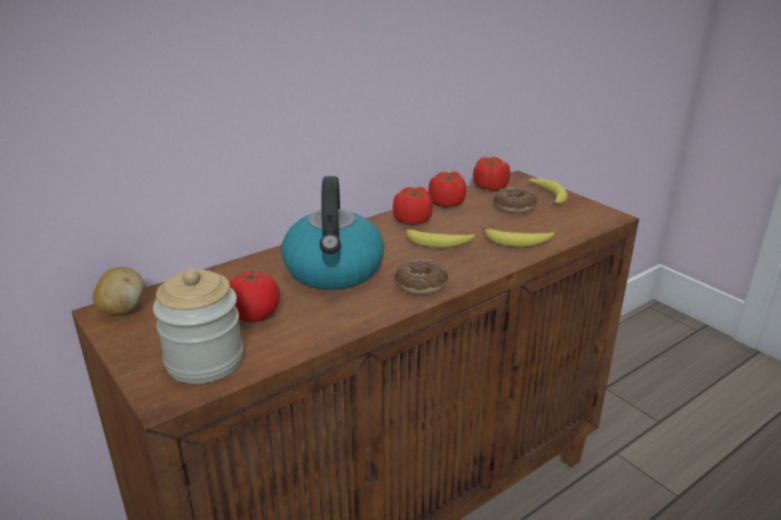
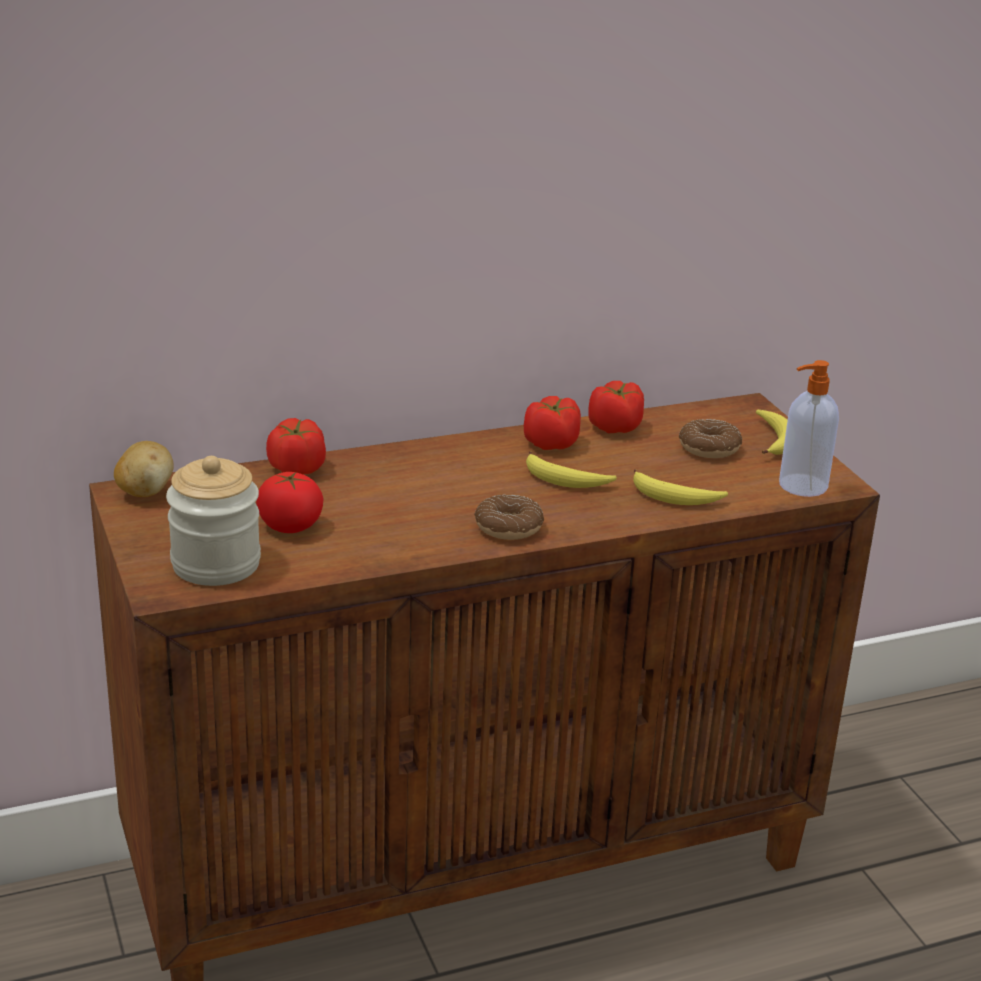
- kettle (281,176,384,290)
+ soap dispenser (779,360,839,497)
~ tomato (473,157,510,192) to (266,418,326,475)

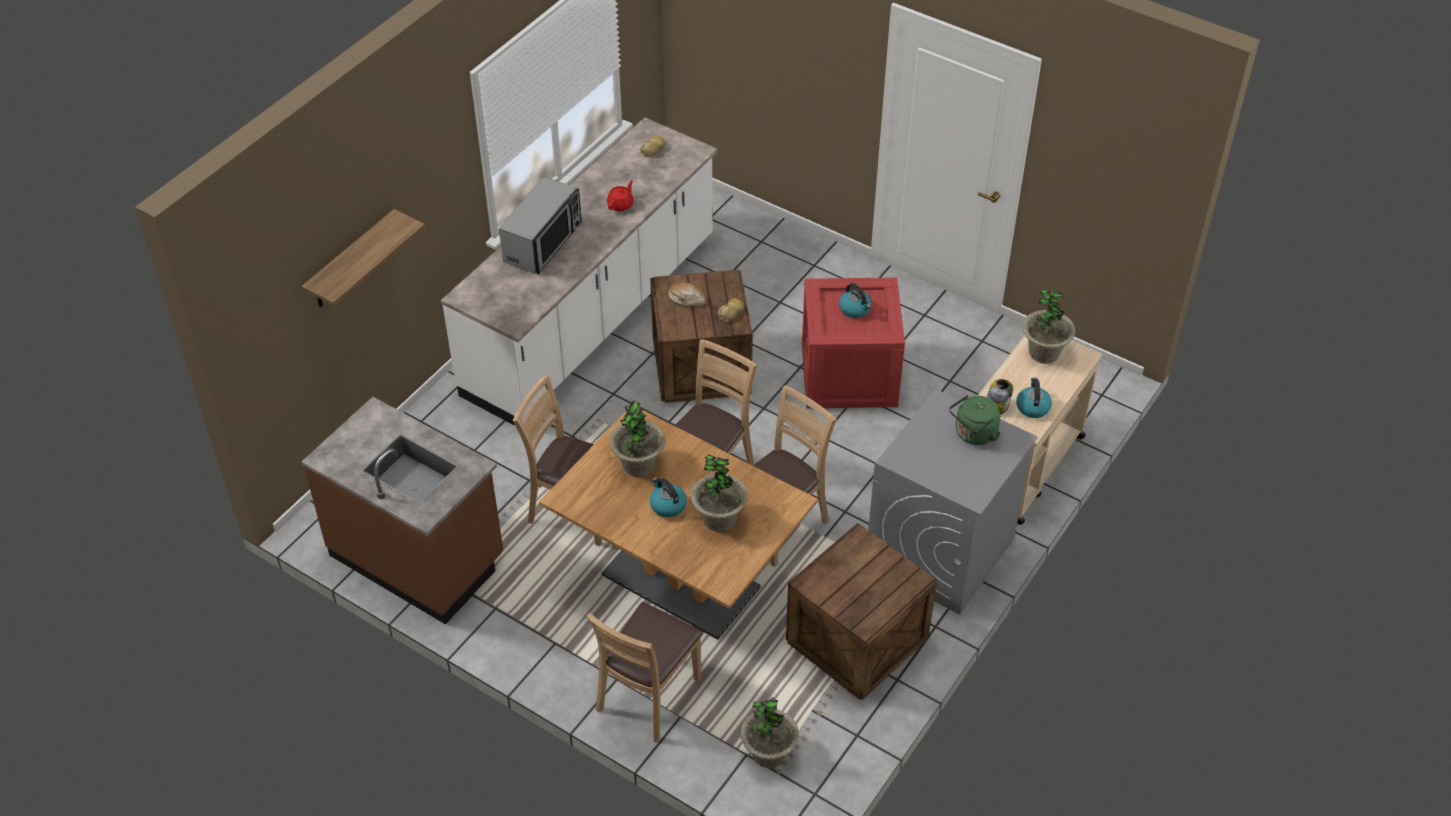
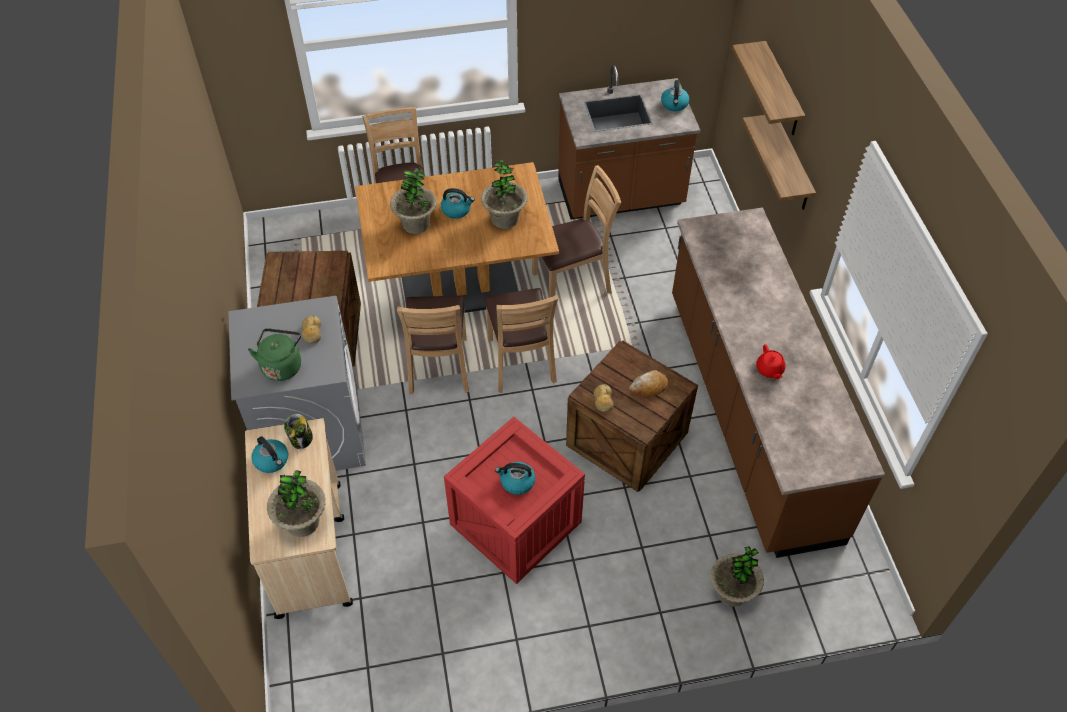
- microwave (499,177,582,274)
+ kettle (661,80,689,111)
+ shelf (742,115,816,210)
~ bread (640,135,665,157) to (302,315,321,344)
~ potted plant (741,697,799,768) to (710,546,764,607)
~ counter in white (441,117,718,426) to counter in brown (672,208,885,558)

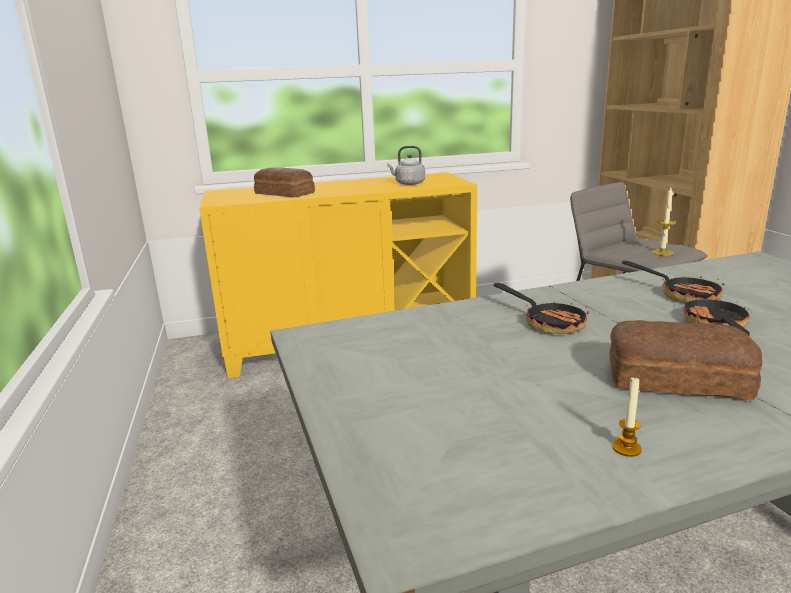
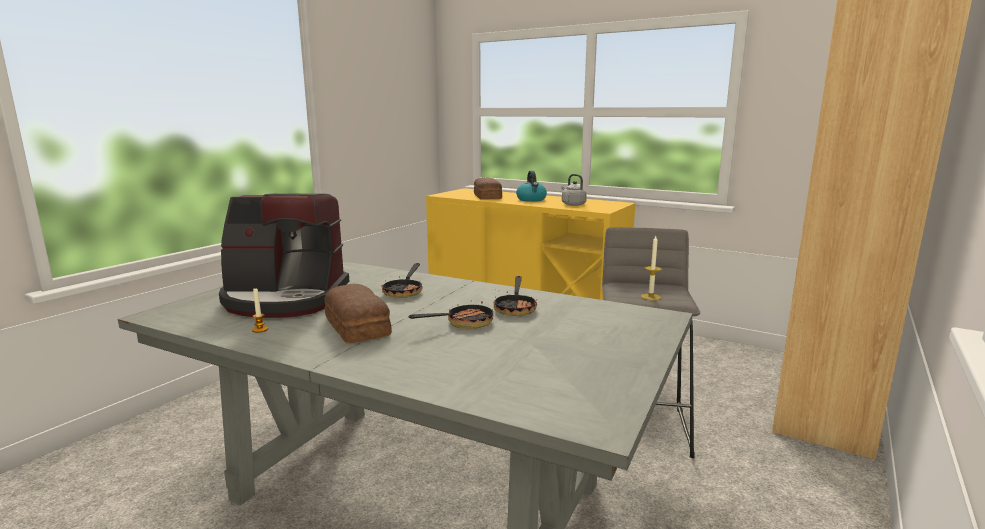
+ coffee machine (219,193,349,318)
+ kettle (516,171,547,202)

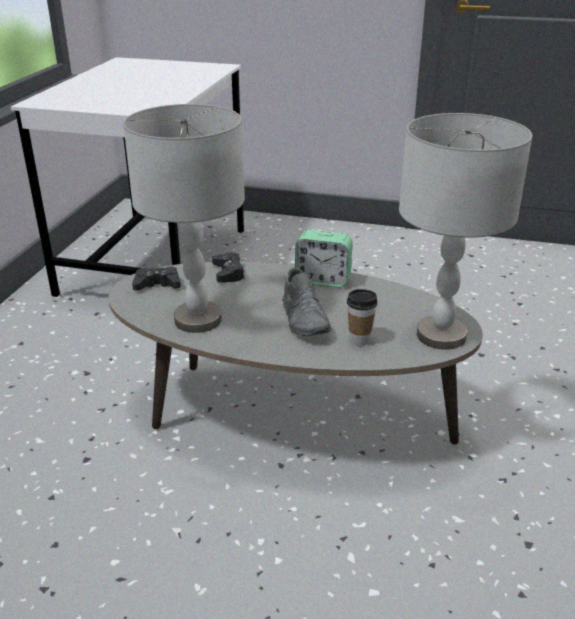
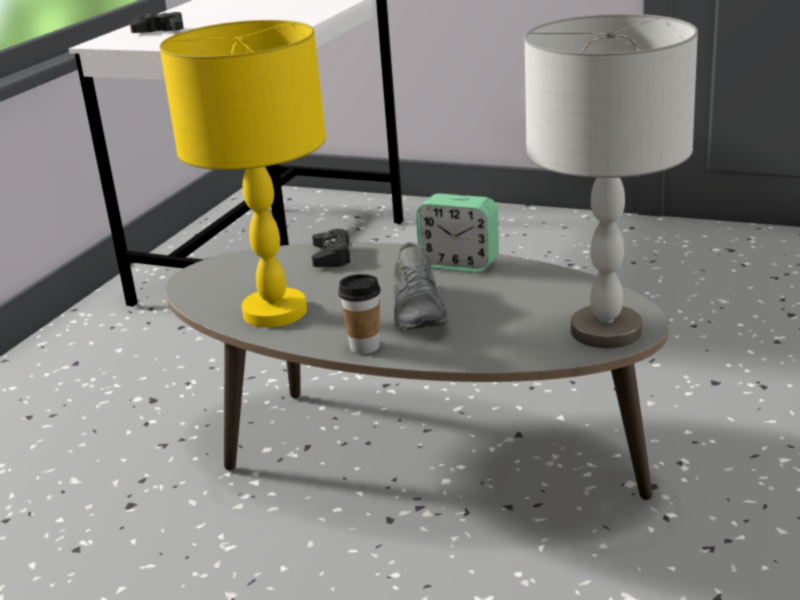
~ game controller in black (132,266,181,291) to (130,12,184,33)
~ cup (347,289,378,346) to (338,274,381,354)
~ table lamp in grey (123,104,245,333) to table lamp in yellow (159,20,326,327)

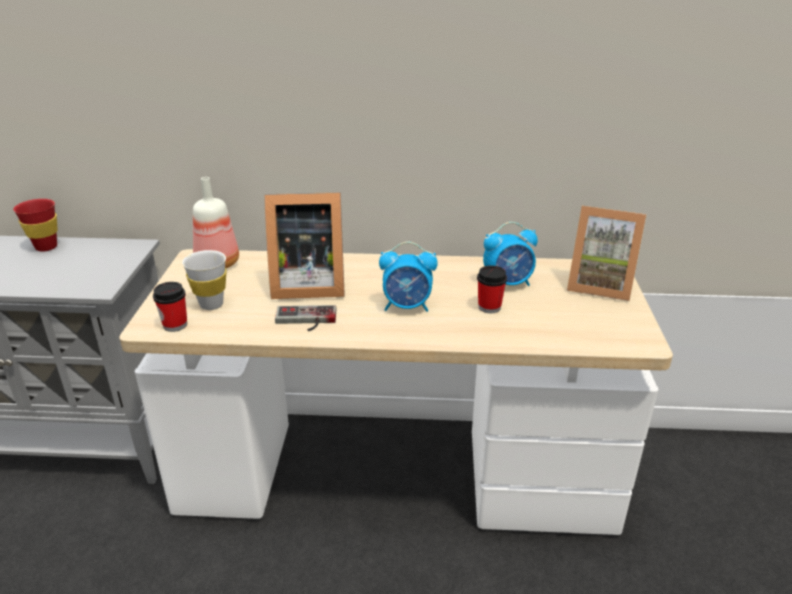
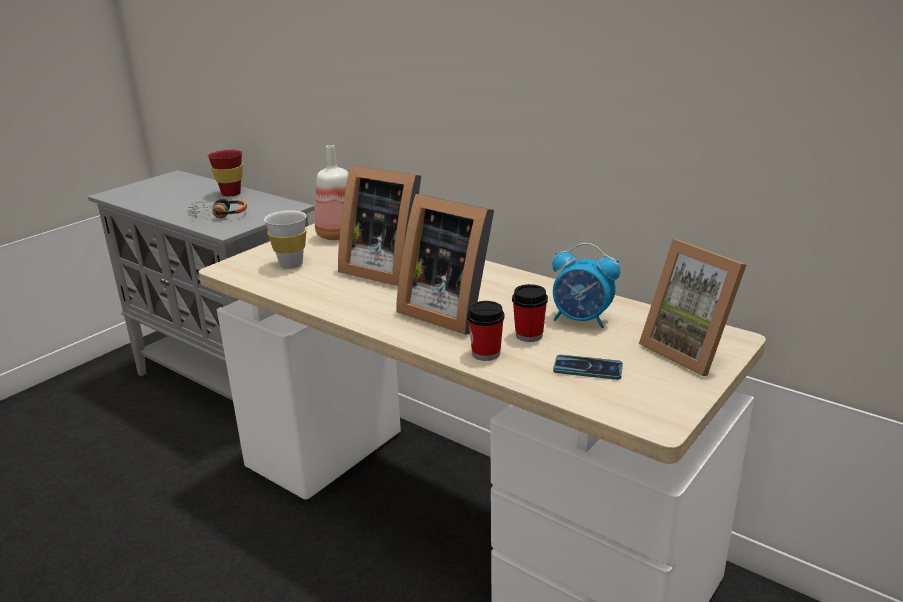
- game controller (275,305,337,331)
+ headphones (188,198,247,218)
+ phone (553,355,623,380)
~ cup (153,282,187,332) to (467,301,505,361)
~ alarm clock (379,242,438,312) to picture frame (396,194,494,335)

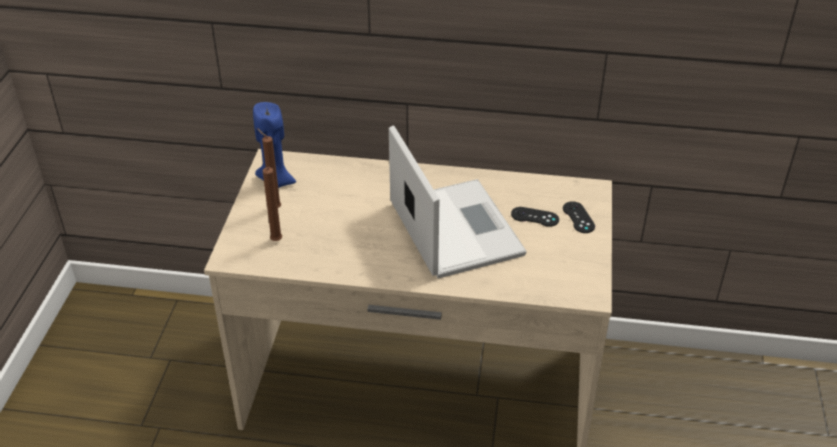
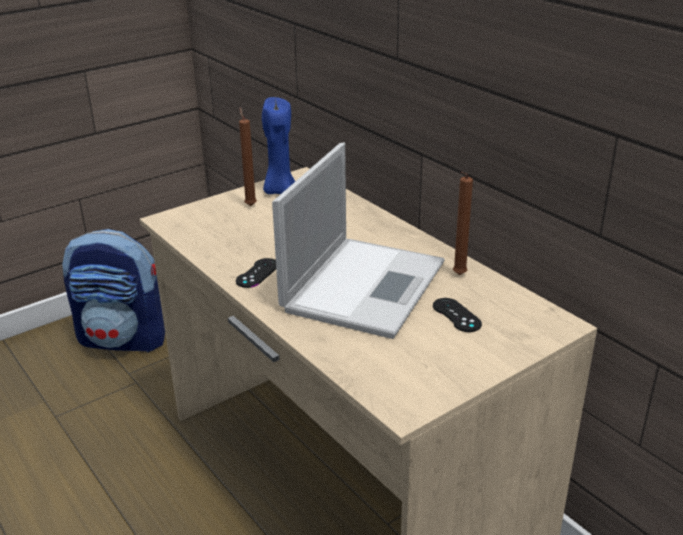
+ backpack (62,229,165,352)
~ candle in brown (263,167,282,241) to (453,172,473,275)
~ game controller in black (563,201,595,233) to (236,258,276,288)

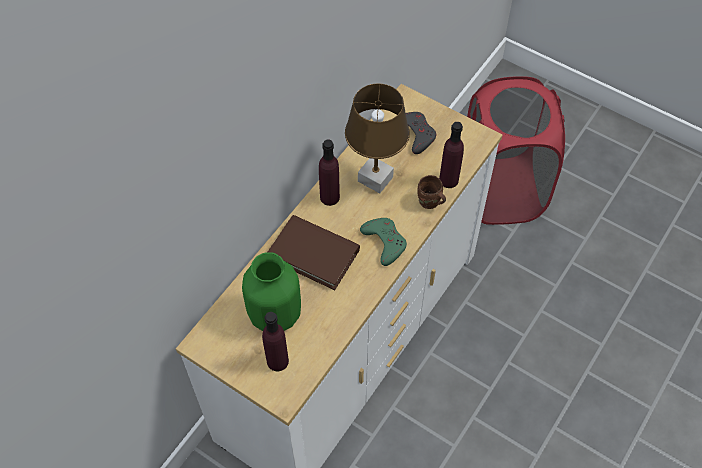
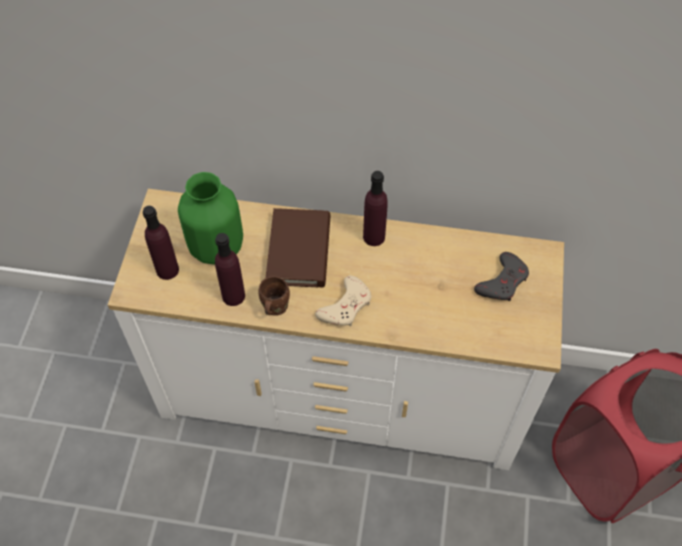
- table lamp in brown (345,84,410,193)
~ mug in brown (417,175,446,209) to (258,276,290,316)
~ bottle in purple (439,122,464,188) to (215,233,245,306)
~ game controller in green (360,218,407,266) to game controller in beige (315,275,371,327)

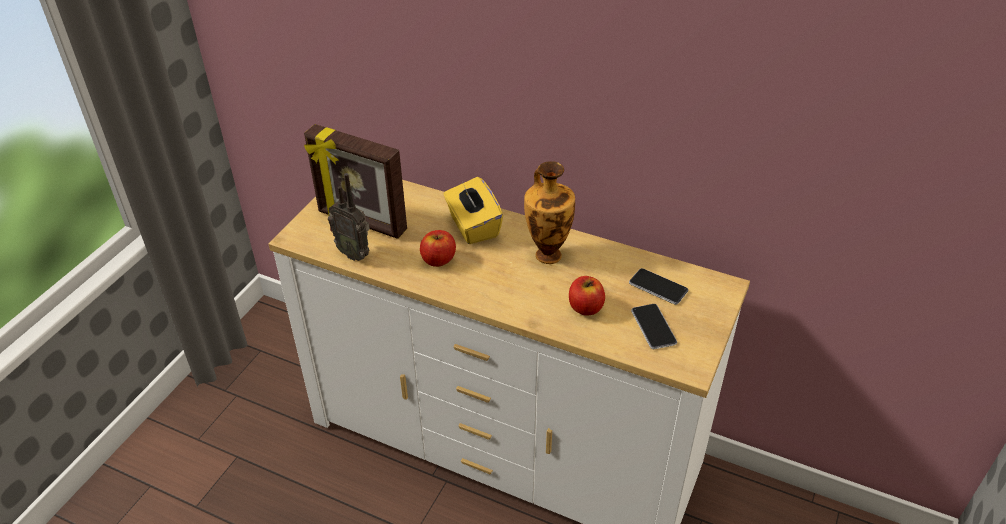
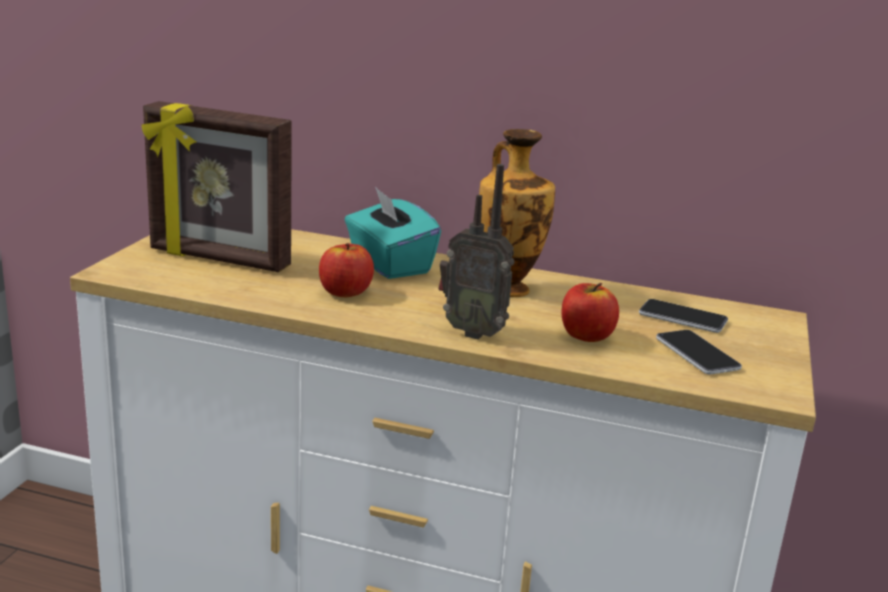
~ radio (328,173,370,261) to (439,164,514,340)
~ tissue box in yellow (444,177,503,244) to tissue box in turquoise (345,187,441,279)

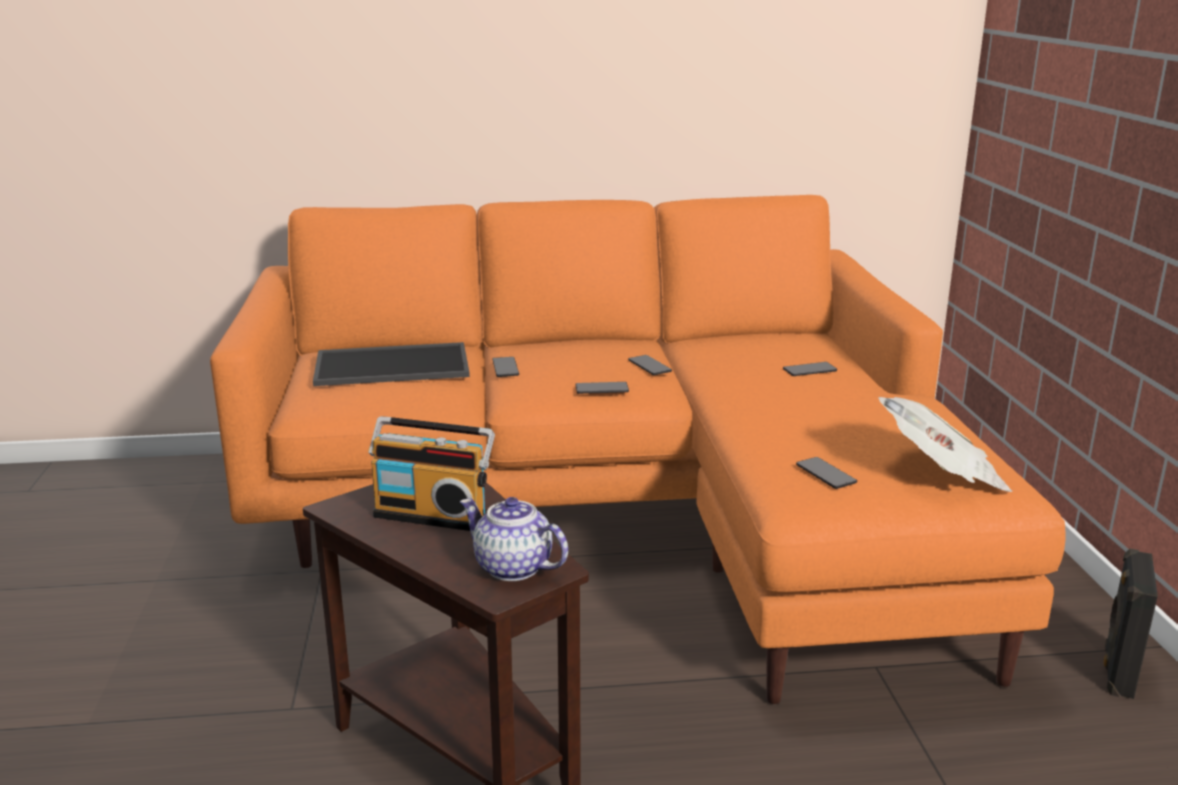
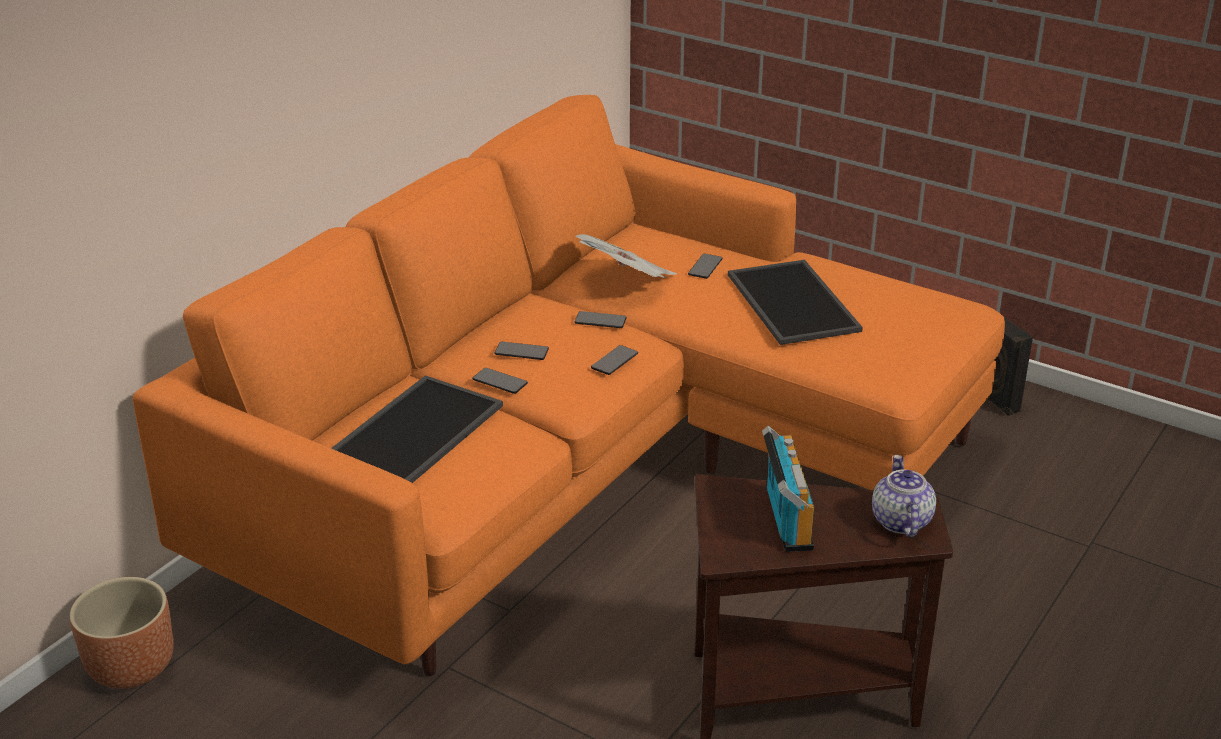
+ planter in brown (70,577,174,689)
+ tray (728,260,863,345)
~ phone (796,457,857,489) to (494,342,549,360)
~ newspaper (878,397,1012,492) to (576,234,677,278)
~ radio (368,416,495,531) = (762,426,814,552) 60 degrees counterclockwise
~ teapot (460,497,568,581) = (872,455,936,537) 105 degrees clockwise

